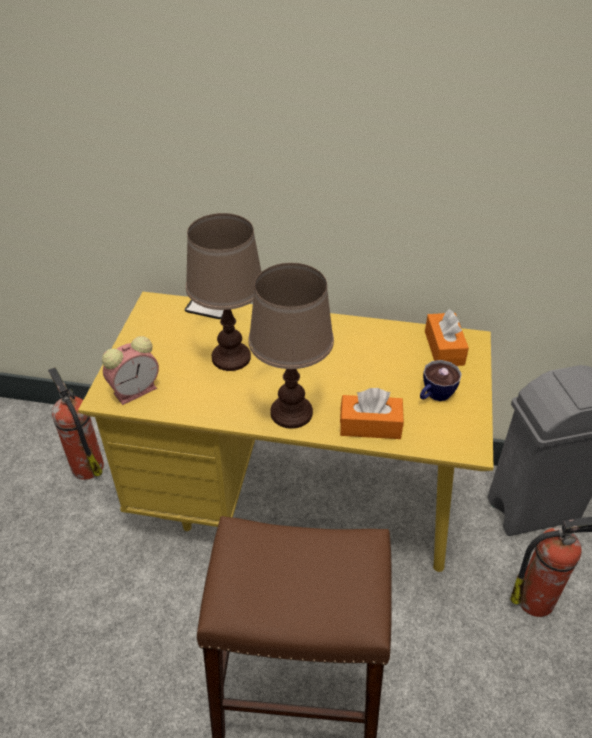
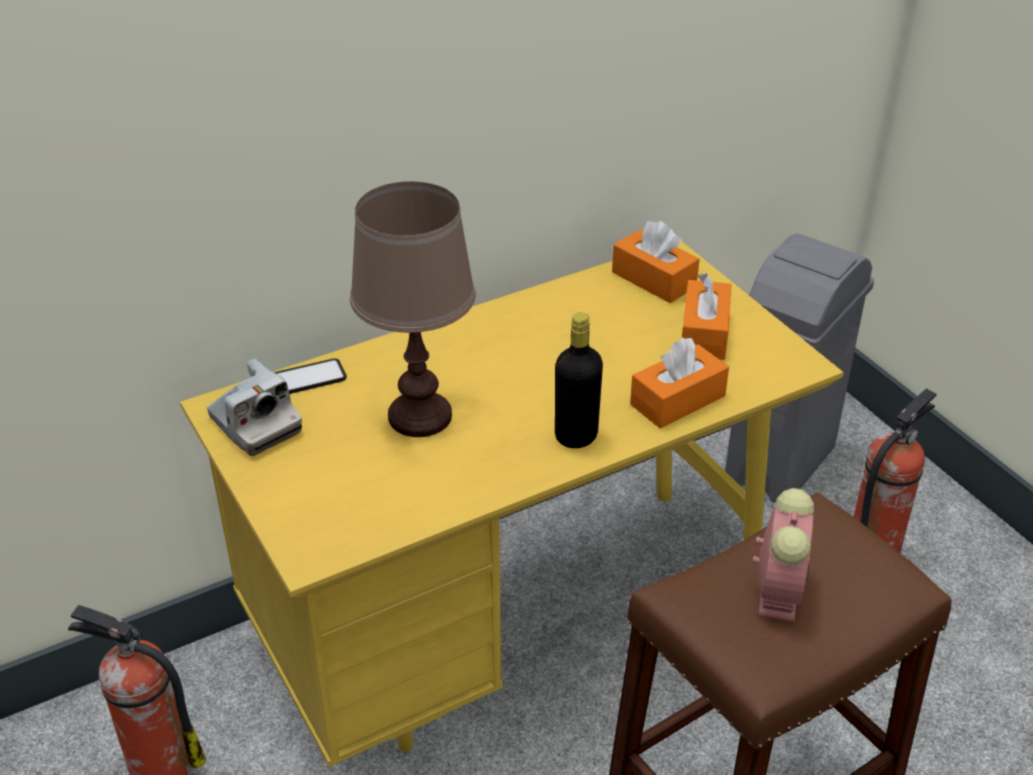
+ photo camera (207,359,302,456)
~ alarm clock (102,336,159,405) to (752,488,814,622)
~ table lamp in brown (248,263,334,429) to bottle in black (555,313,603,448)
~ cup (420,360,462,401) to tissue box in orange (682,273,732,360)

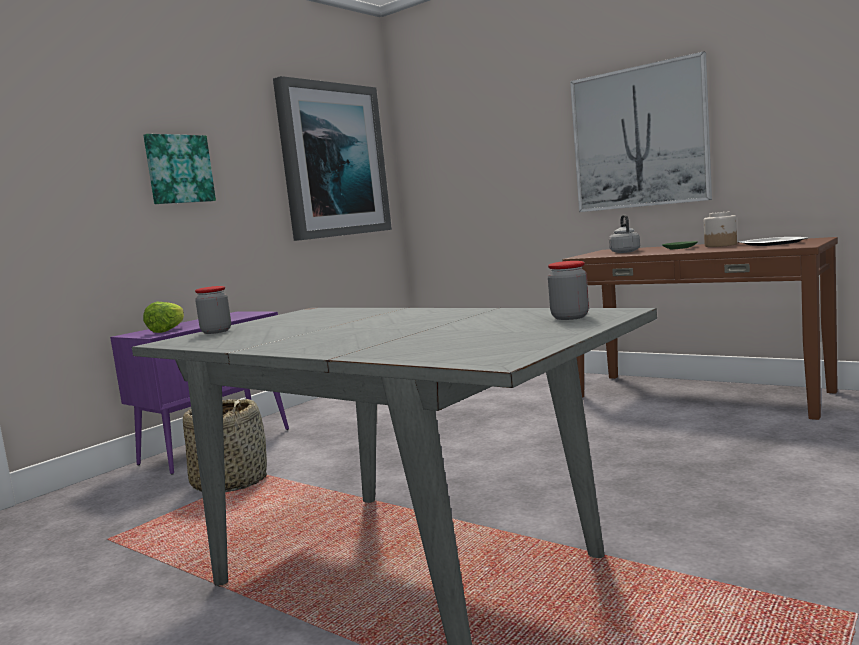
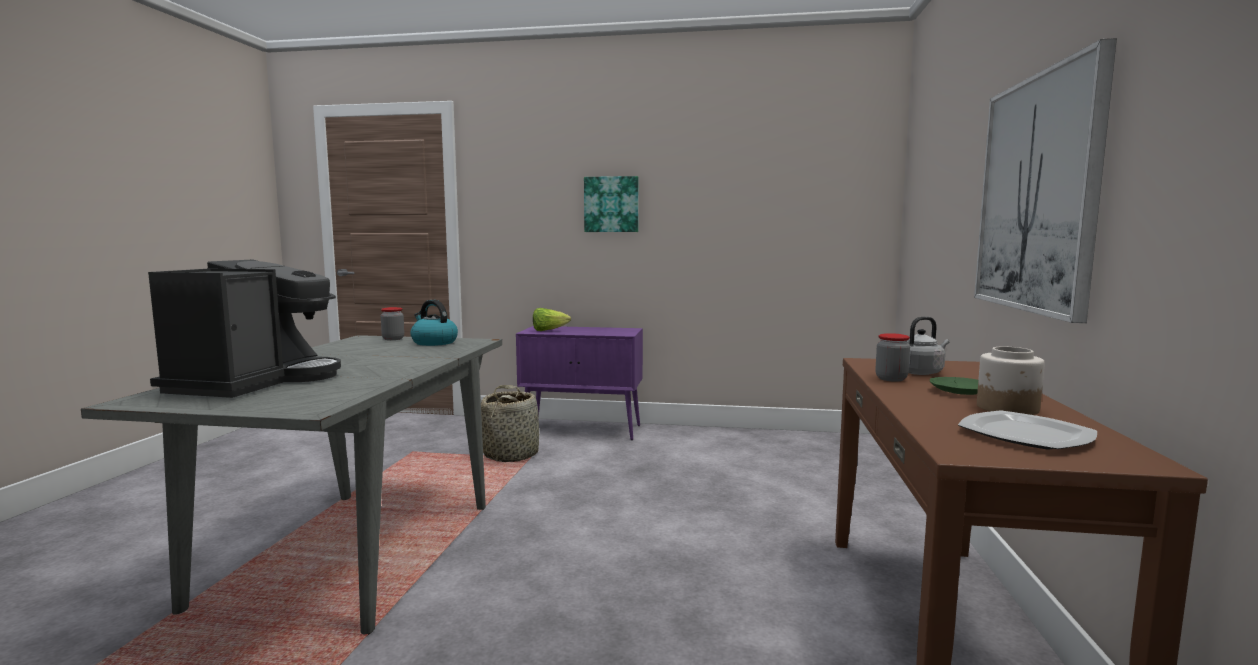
- picture (273,76,392,241)
+ coffee machine (148,260,341,398)
+ kettle (411,300,458,346)
~ jar (548,261,589,320) to (875,333,910,382)

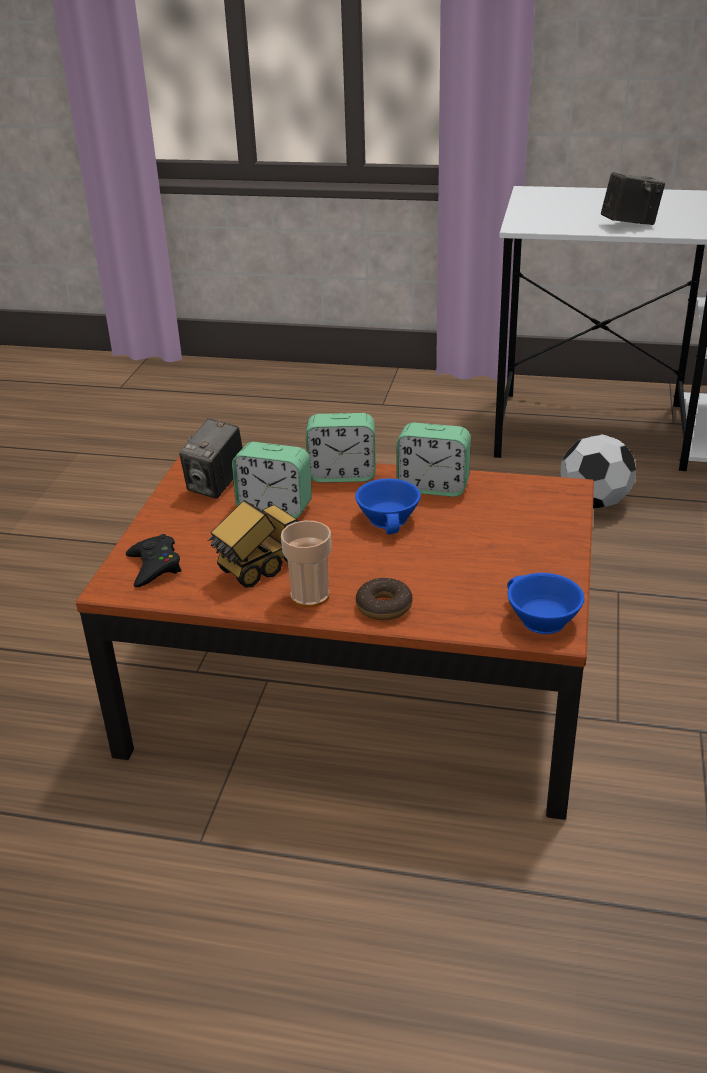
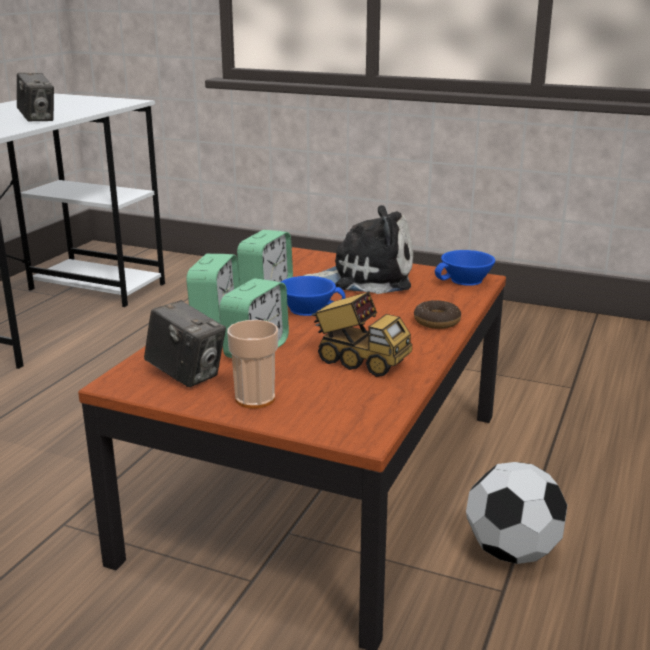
- game controller in black (126,534,182,588)
+ plush toy (303,205,413,294)
~ cup (281,521,331,608) to (227,320,278,409)
~ football (560,434,636,509) to (466,462,567,564)
~ toy truck (207,500,299,588) = (312,292,412,377) 150 degrees clockwise
~ photo camera (601,172,665,225) = (17,73,54,121) 150 degrees clockwise

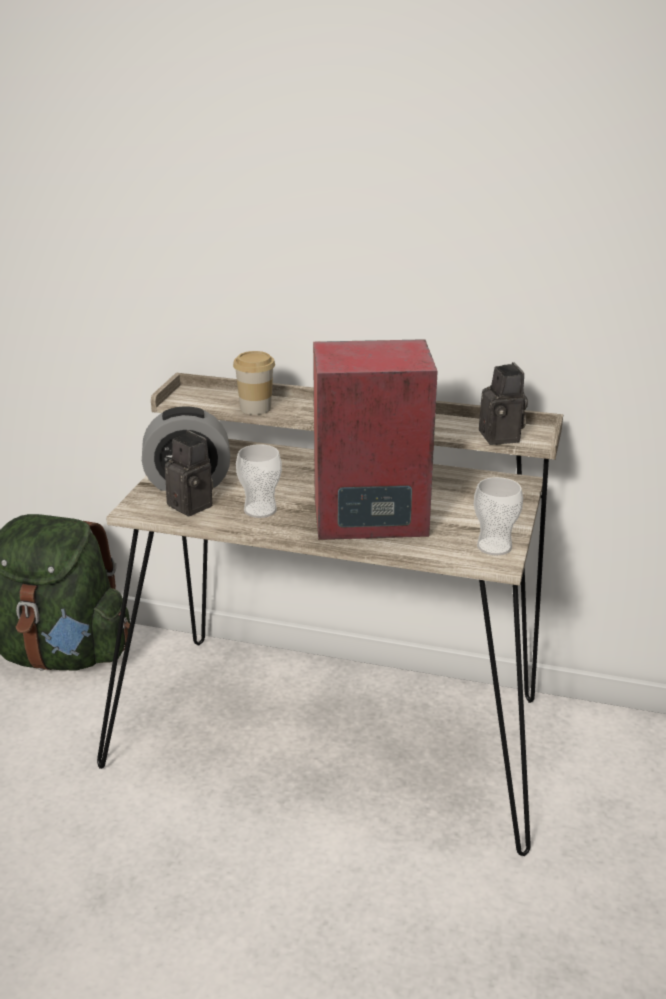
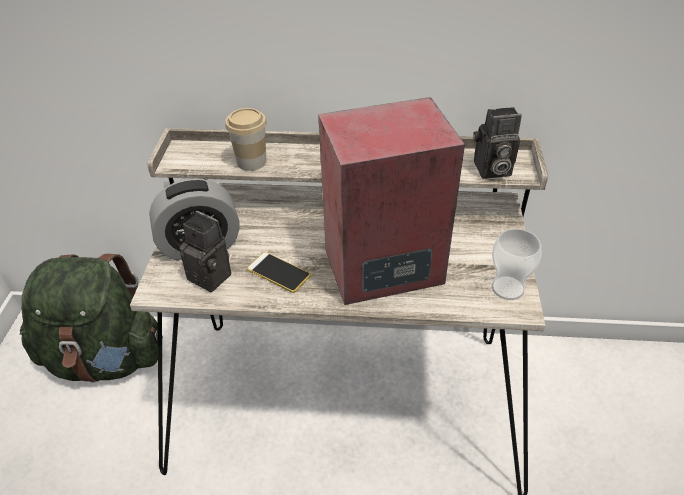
~ cup (236,444,282,518) to phone (247,252,311,293)
~ photo camera (479,362,528,445) = (473,107,522,179) 105 degrees clockwise

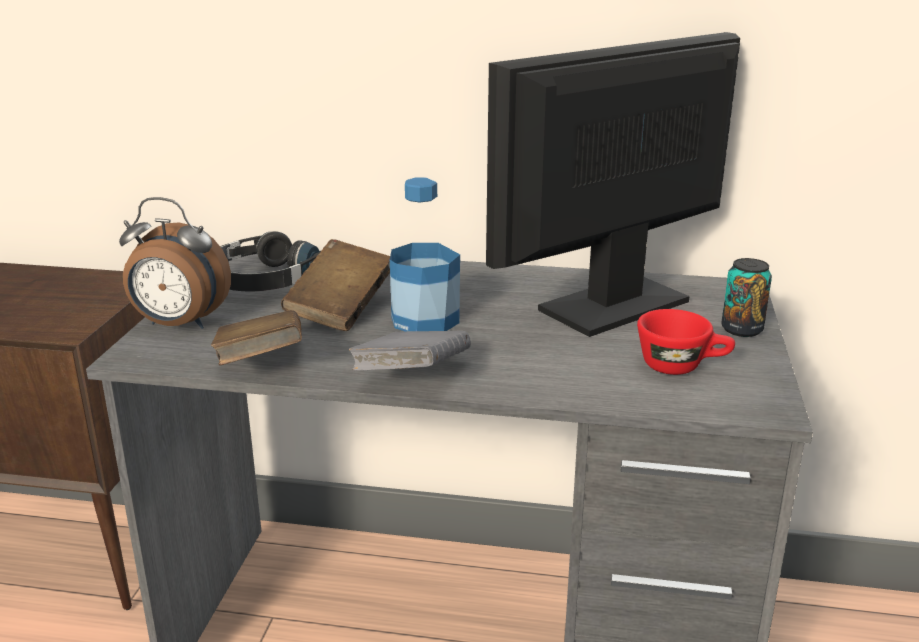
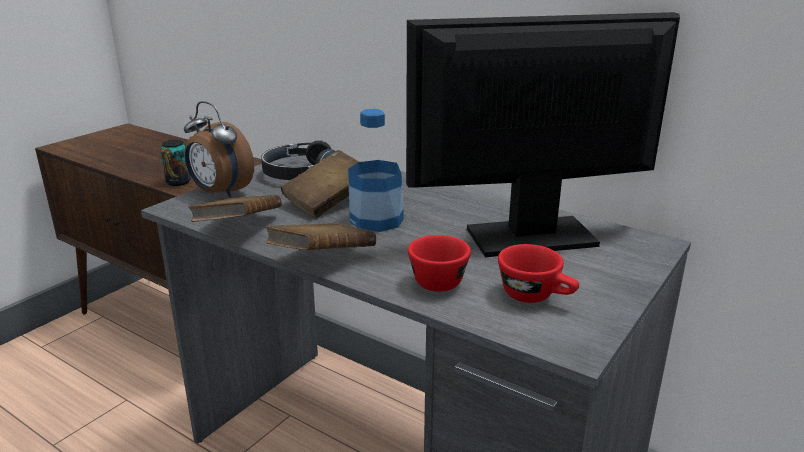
+ cup in red (408,235,471,292)
~ can (721,258,772,337) to (160,140,191,186)
~ book in grey (349,331,471,371) to book in brown (266,223,376,250)

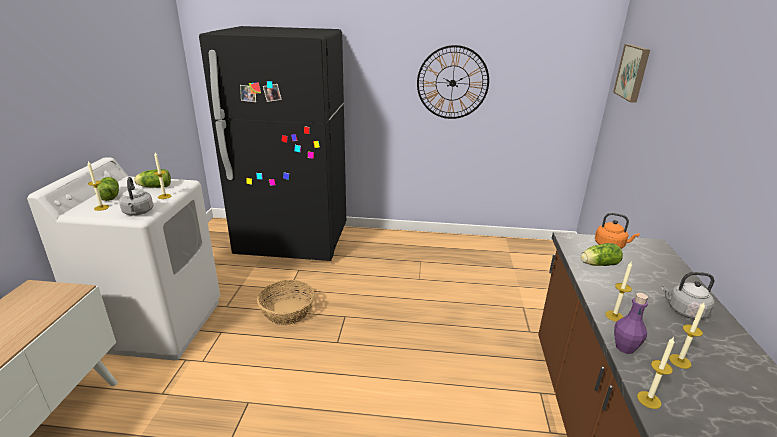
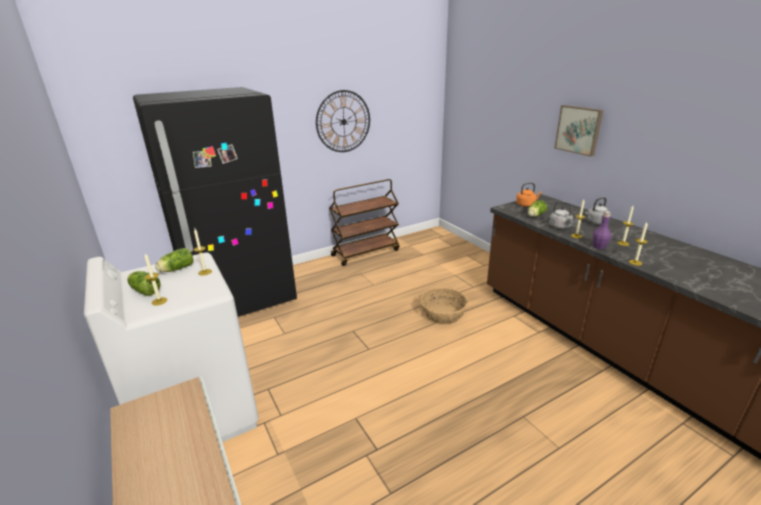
+ cart in brown (329,179,399,266)
~ kettle in grey (119,177,153,216) to (549,201,579,229)
~ basket (257,280,315,325) to (420,288,468,325)
~ picture (613,44,650,103) to (554,105,603,157)

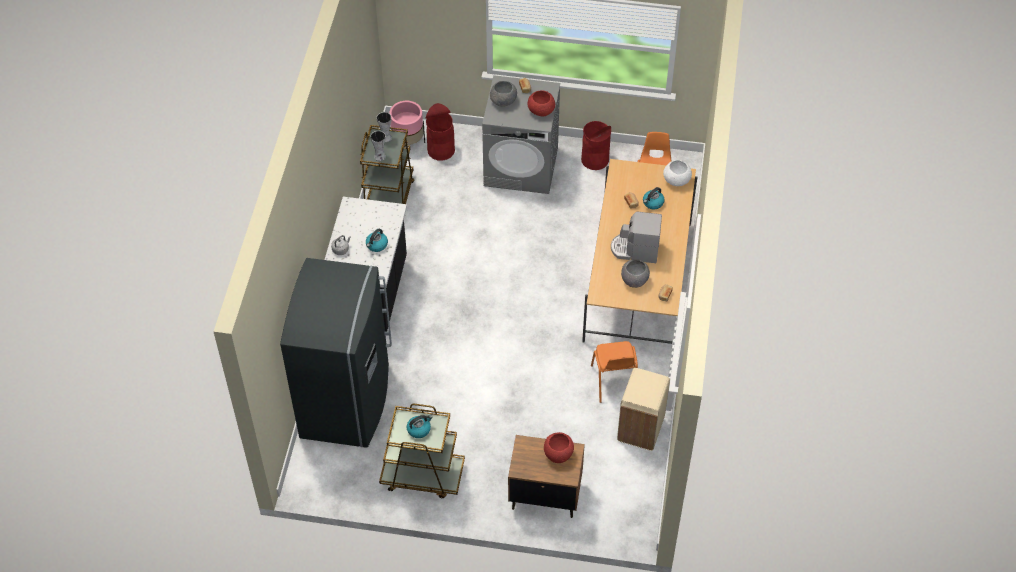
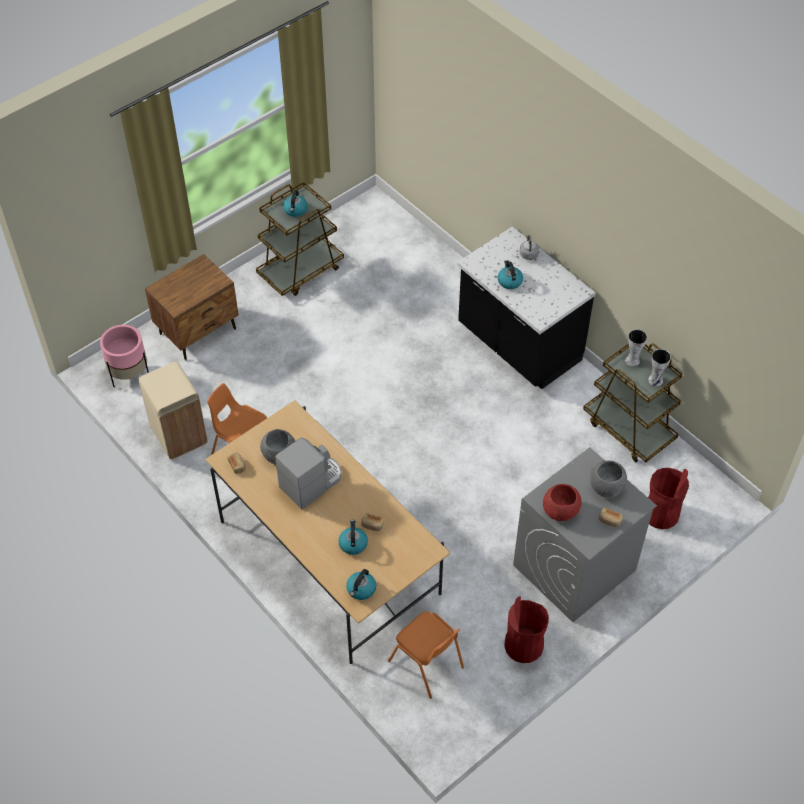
- fridge in grey (280,258,392,448)
- bowl in red (544,432,574,463)
~ planter in pink (389,101,425,145) to (100,325,149,387)
~ bowl in white (663,160,692,186) to kettle (346,569,376,600)

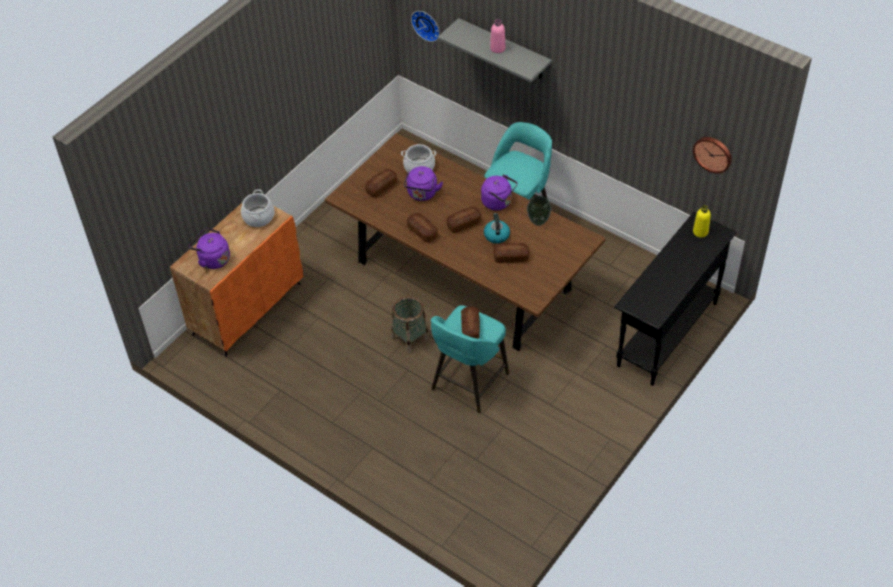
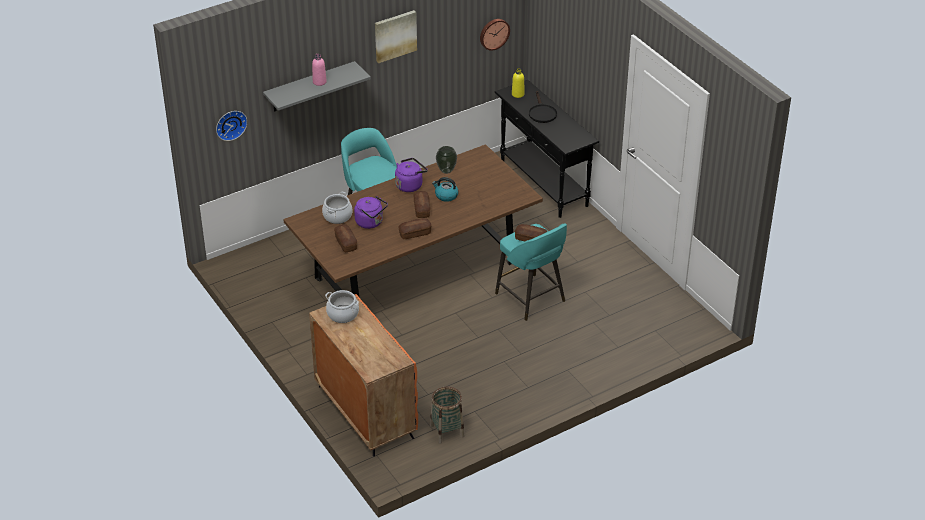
- kettle in purple (189,228,230,269)
- bread (493,243,529,263)
+ picture (375,10,417,63)
+ frying pan in black (529,91,557,123)
~ basket (391,296,429,353) to (430,386,464,444)

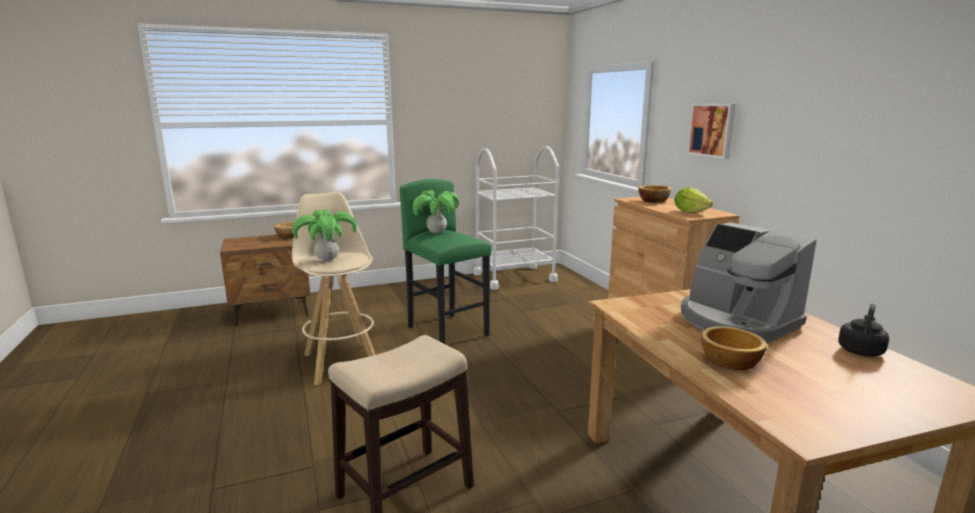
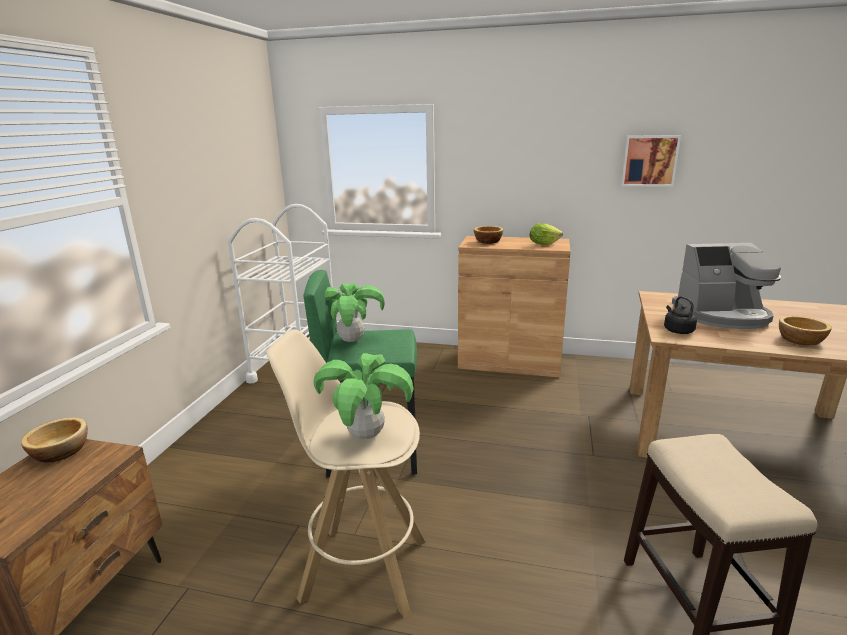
~ picture (687,103,736,159) to (621,135,681,187)
~ kettle in black (838,303,889,357) to (664,296,697,334)

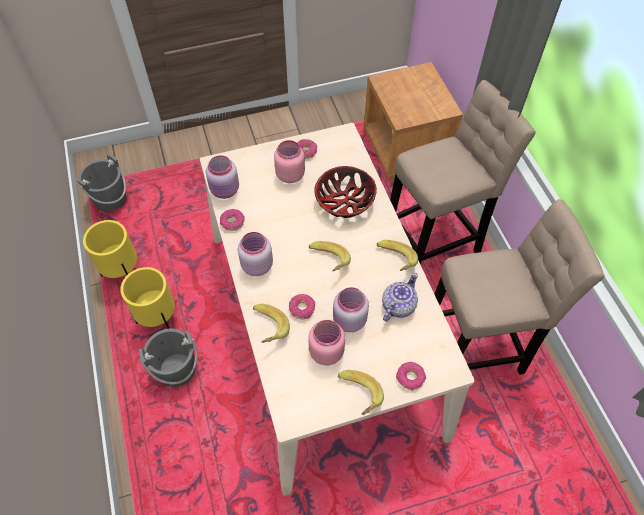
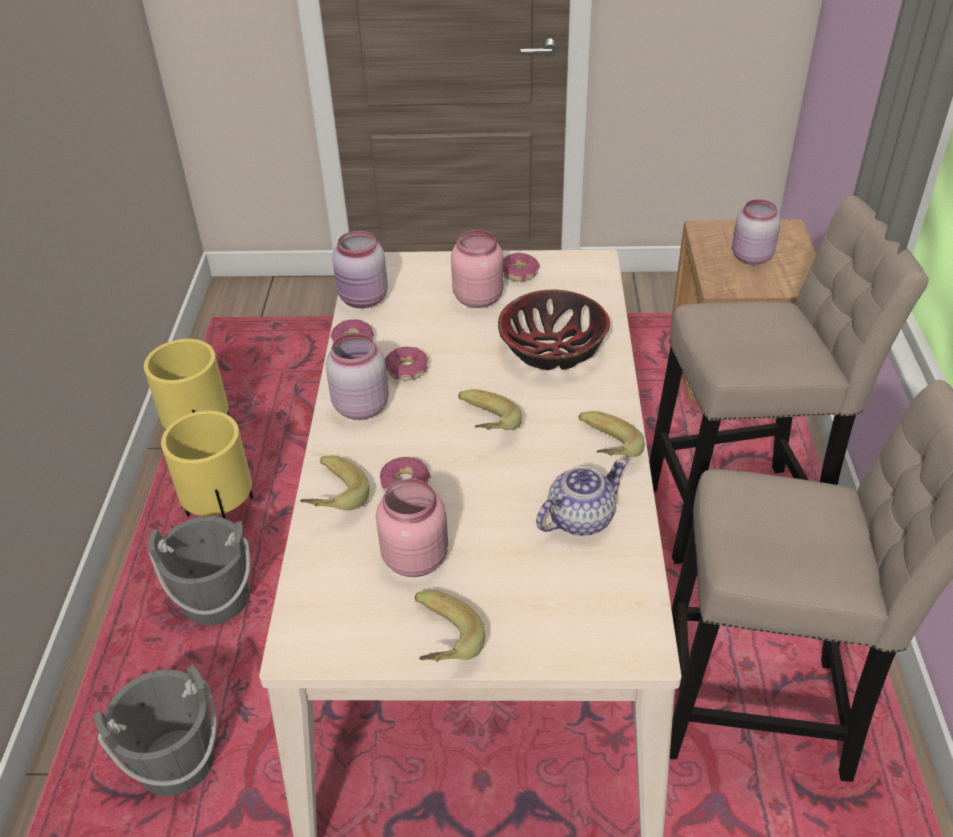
~ bucket in grey (76,153,126,212) to (94,664,217,796)
~ jar in pink (333,287,369,333) to (732,199,781,265)
~ donut (396,362,426,391) to (385,347,428,381)

